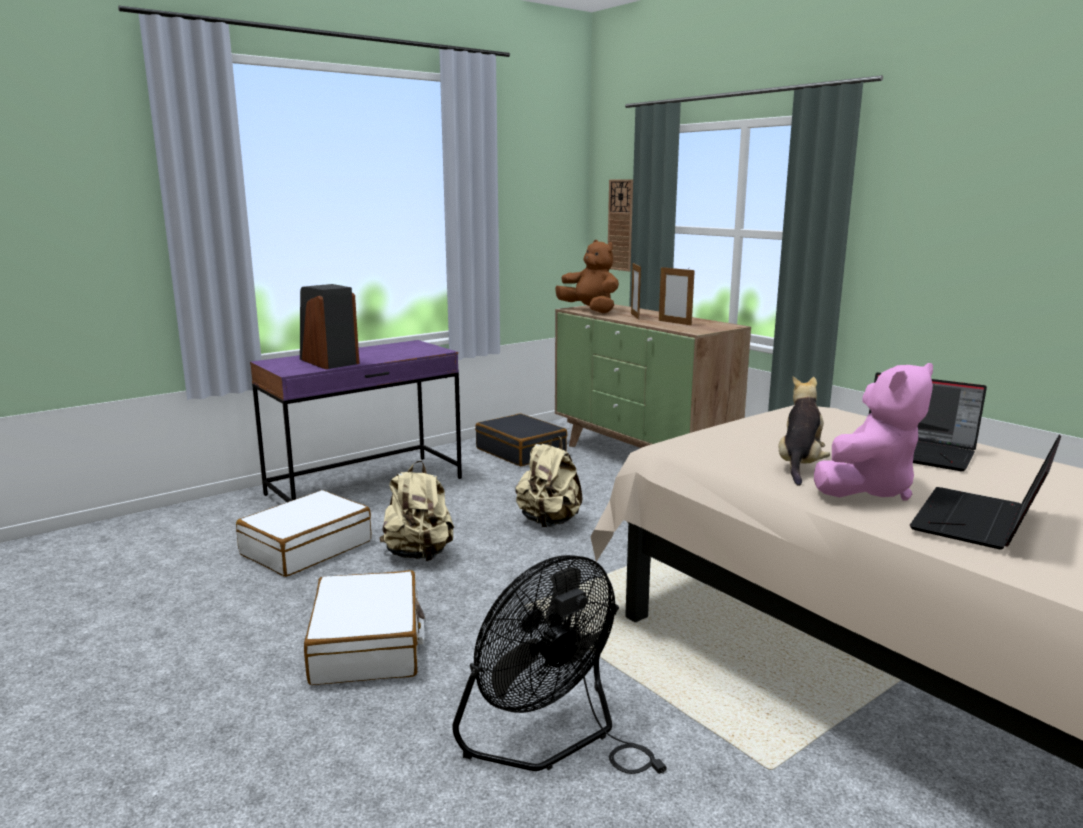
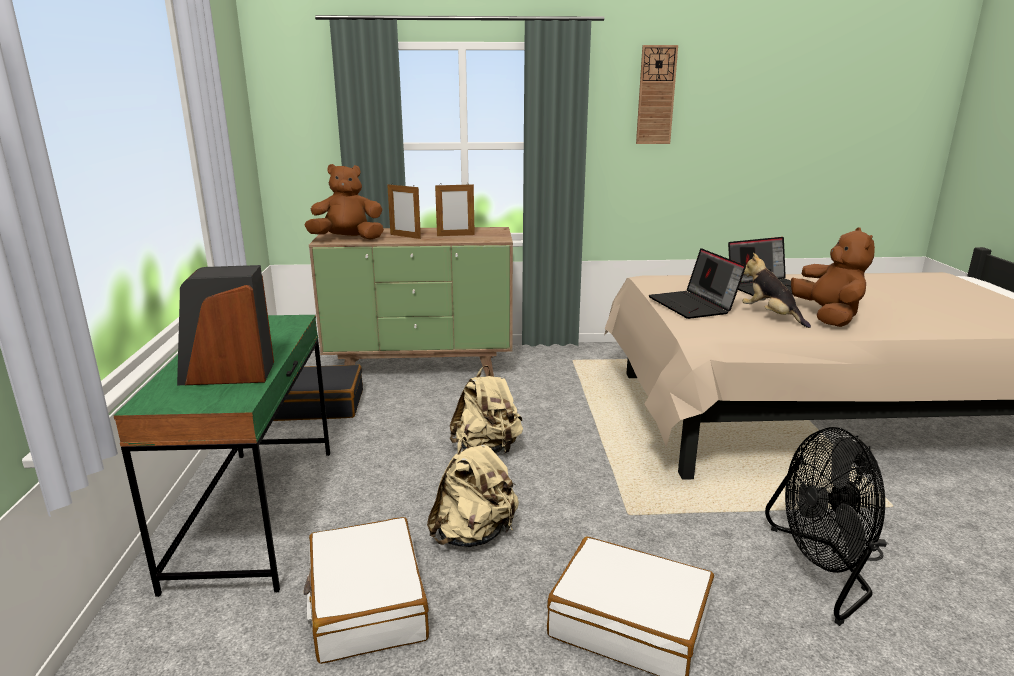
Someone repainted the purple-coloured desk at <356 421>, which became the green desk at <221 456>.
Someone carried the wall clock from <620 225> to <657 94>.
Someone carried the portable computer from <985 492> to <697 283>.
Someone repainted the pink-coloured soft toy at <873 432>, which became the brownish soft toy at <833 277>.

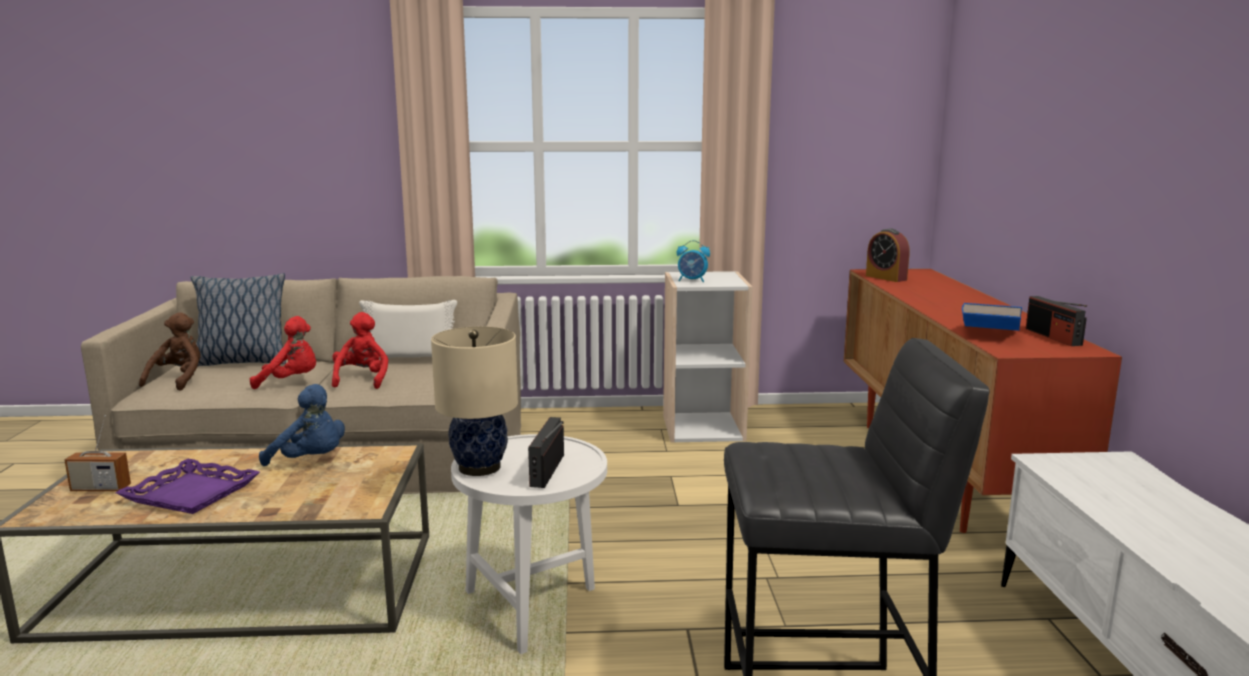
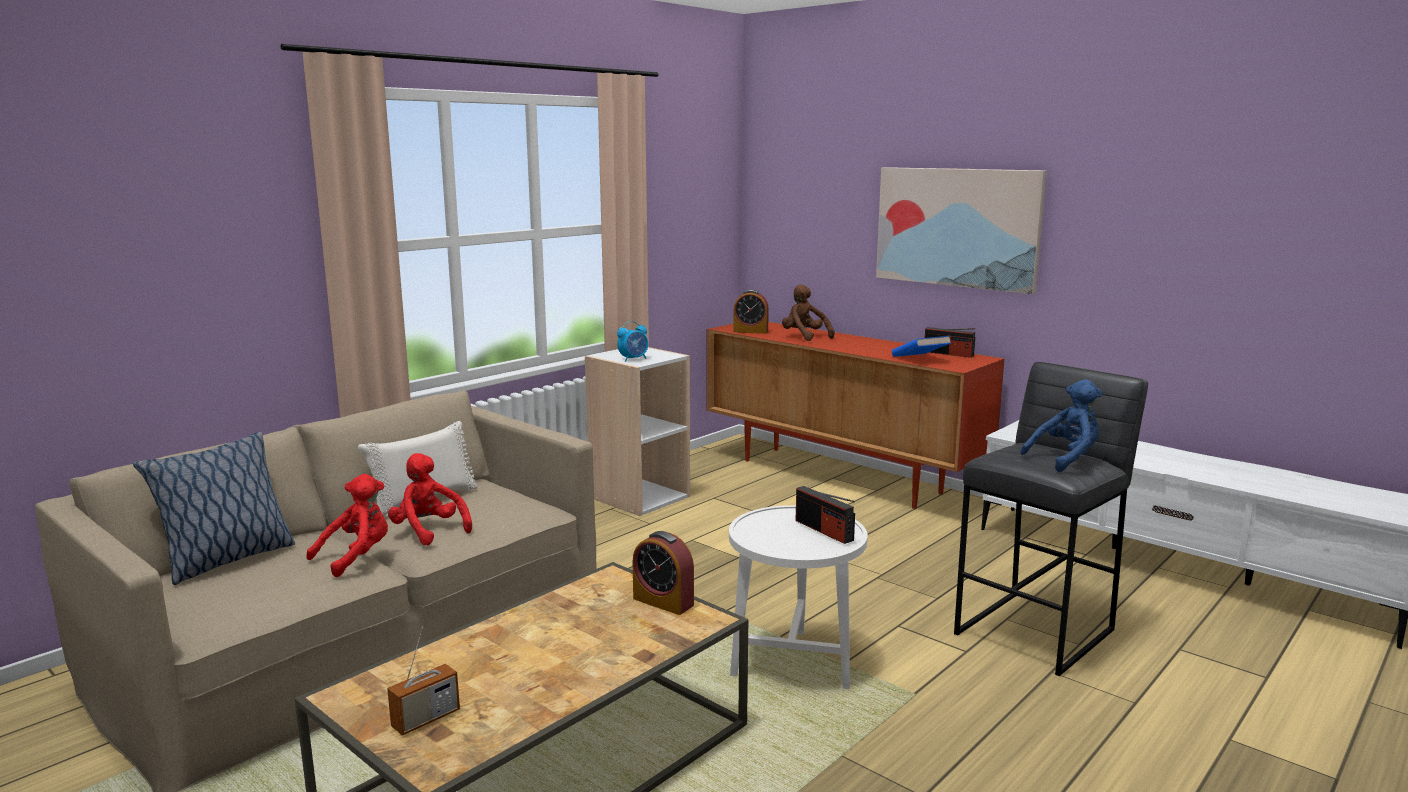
Someone put down the alarm clock at <663 573>.
Someone carried the brownish soft toy from <170 351> to <808 312>.
Someone put up the wall art at <961 230>.
Someone carried the blue soft toy from <302 425> to <1061 425>.
Someone took away the purple-coloured serving tray at <187 486>.
Someone took away the beige-coloured tabletop lamp at <474 401>.

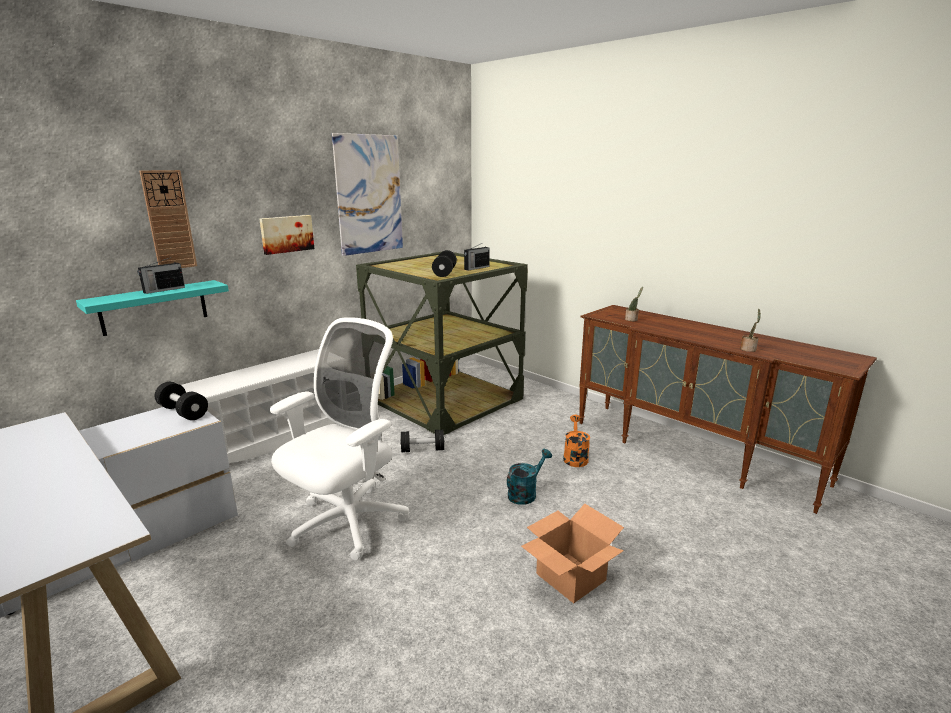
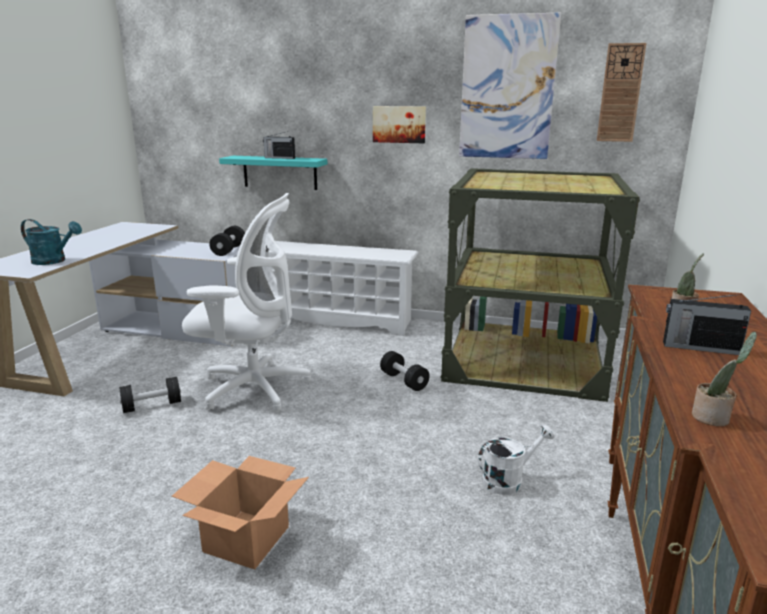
Someone carried the turquoise-coloured watering pot from <529 477> to <51 242>.
Someone carried the blackish dumbbell from <444 263> to <150 395>.
Someone repainted the orange-coloured watering pot at <576 441>, which became the white watering pot at <516 460>.
Someone carried the wall clock from <168 219> to <622 92>.
Someone carried the radio set from <477 257> to <707 324>.

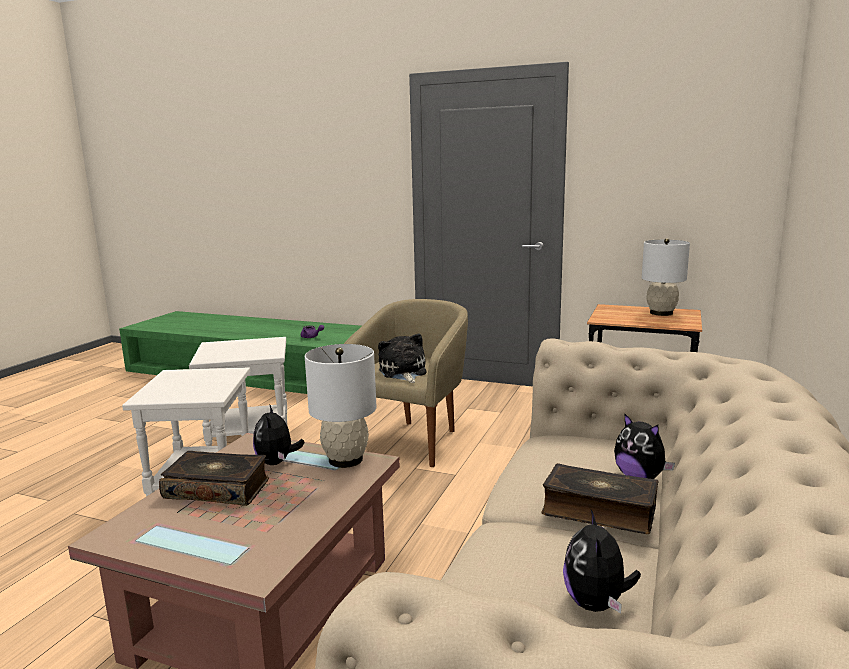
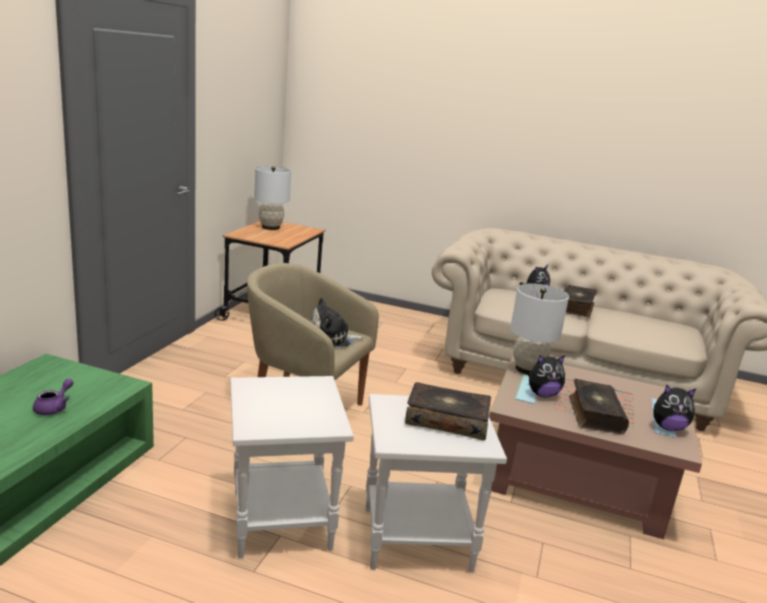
Someone put down the bound book at <448 411>.
Someone carried the soft toy from <602 561> to <674 408>.

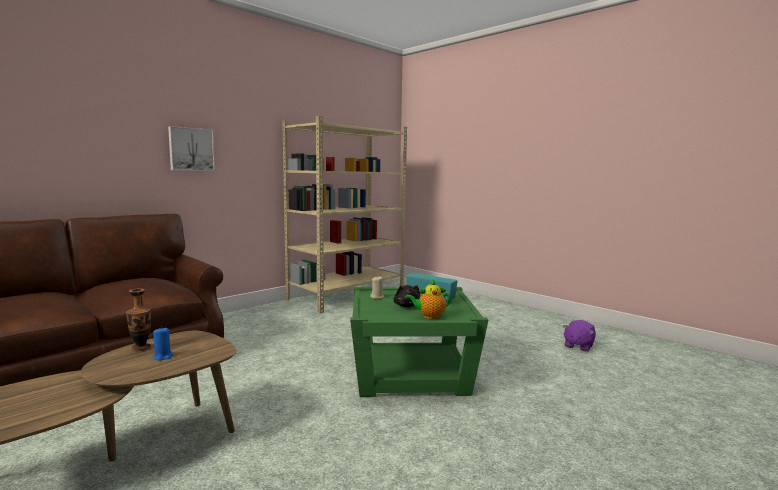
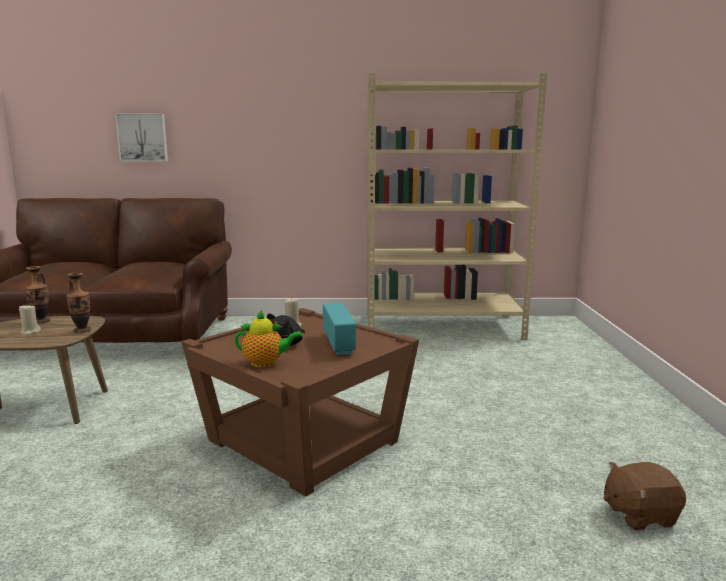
Someone repainted the blue wax light at <163 344>, which became the beige-coloured wax light at <30 319>.
Someone put down the vase at <78 303>.
Someone carried the wall art from <191 148> to <141 137>.
Someone repainted the green accent table at <419 342>, which became the brownish accent table at <300 402>.
Someone rotated the pot for tea at <428 299> by 150 degrees clockwise.
Someone repainted the purple-coloured soft toy at <579 336>, which became the brownish soft toy at <645 496>.

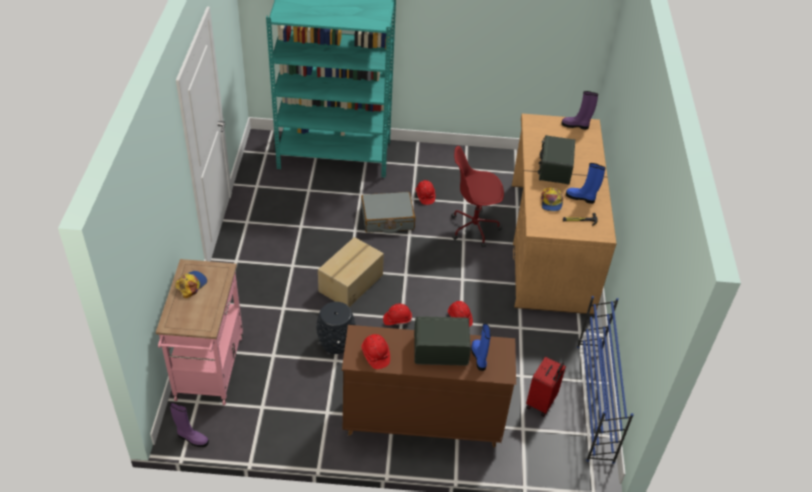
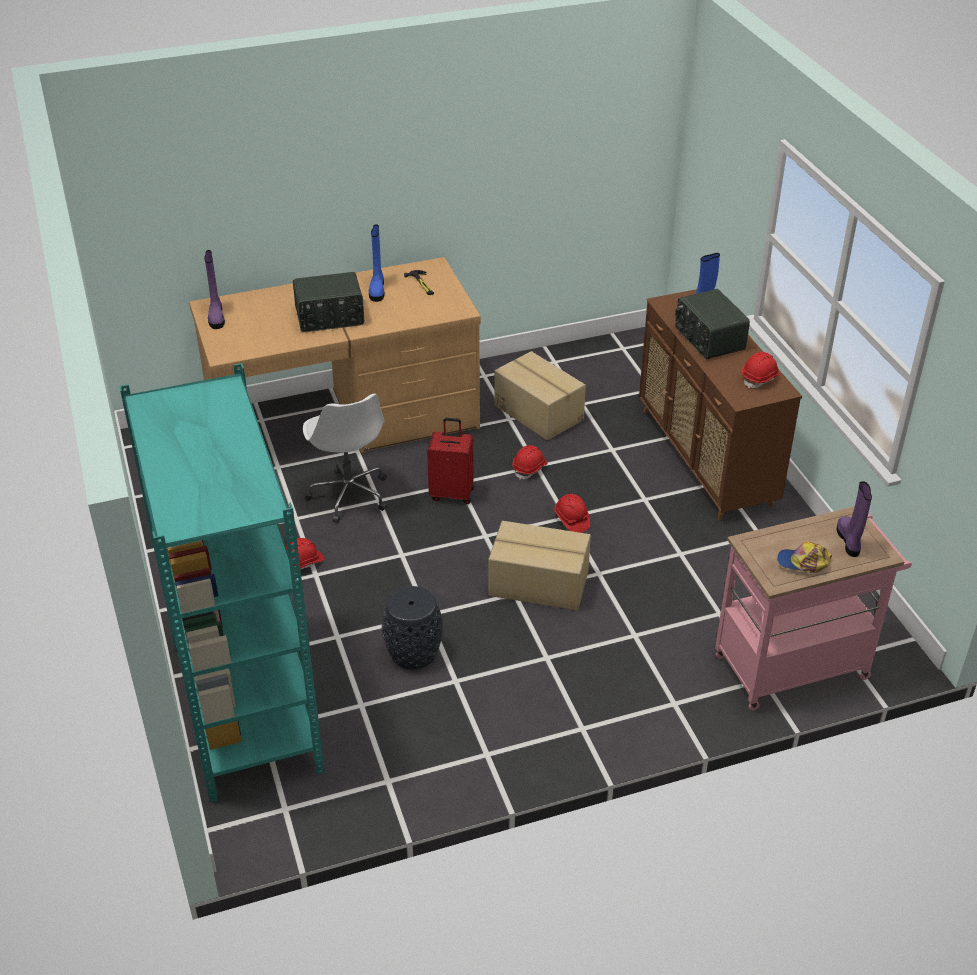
Someone repainted the red computer chair at <477 197>, which became the white computer chair at <345 458>.
Someone carried the blackish stool seat from <336 328> to <412 628>.
Someone carried the red travel case from <546 387> to <450 461>.
Someone put down the cardboard box at <540 396>.
Someone carried the purple-coloured boot from <189 424> to <854 519>.
Someone took away the grey travel case at <388 212>.
Someone took away the peaked cap at <552 199>.
Someone took away the blue shoe stand at <605 380>.

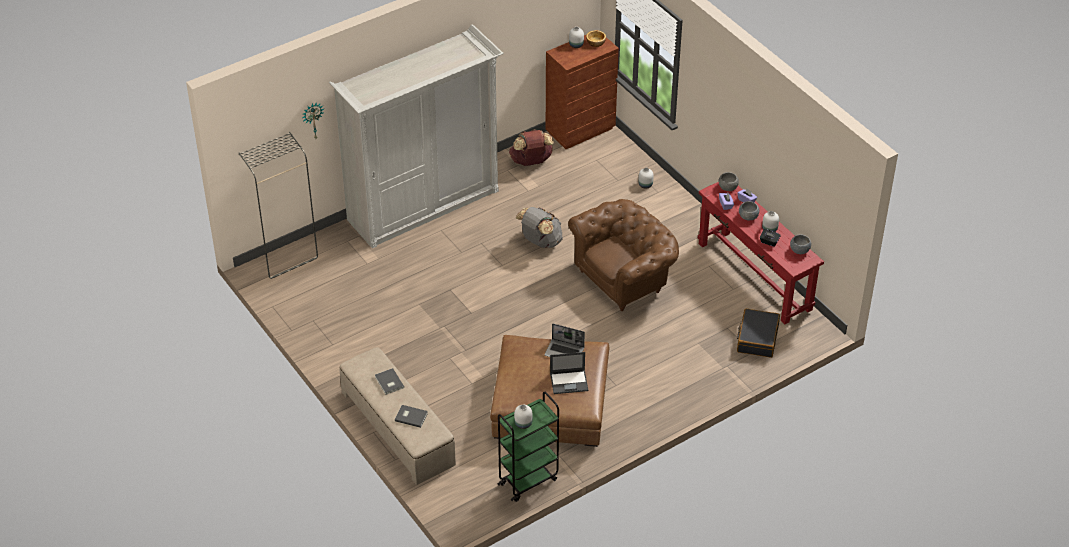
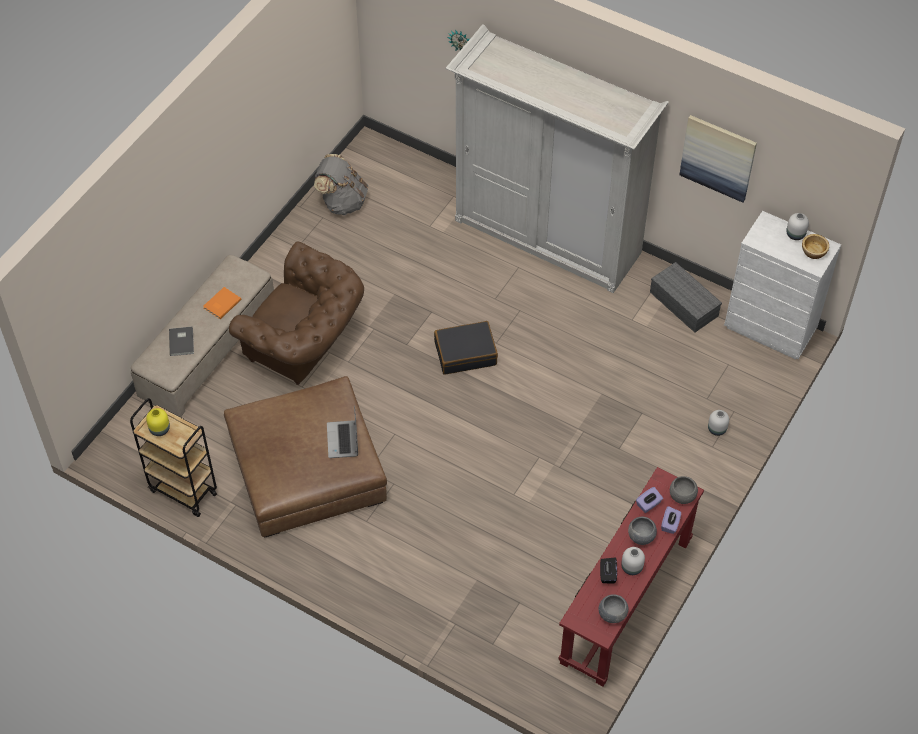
Someone repainted the green trolley at <528 446>, which became the brownish trolley at <173 457>.
Someone repainted the white vase at <523 417>, which became the yellowish vase at <158 422>.
Someone repainted the grey bound book at <389 381>, which became the orange-coloured bound book at <222 303>.
Someone carried the brownish lounge chair from <623 255> to <296 313>.
Someone carried the grey backpack from <539 227> to <341 184>.
Someone carried the blackish travel case from <758 333> to <466 348>.
Someone swapped the brownish backpack at <531 147> for the grey storage box at <686 297>.
Someone put up the wall art at <718 159>.
Someone repainted the brownish drawer chest at <582 89>, which became the white drawer chest at <782 285>.
Someone took away the grey clothes rack at <278 205>.
Someone took away the portable computer at <569 373>.

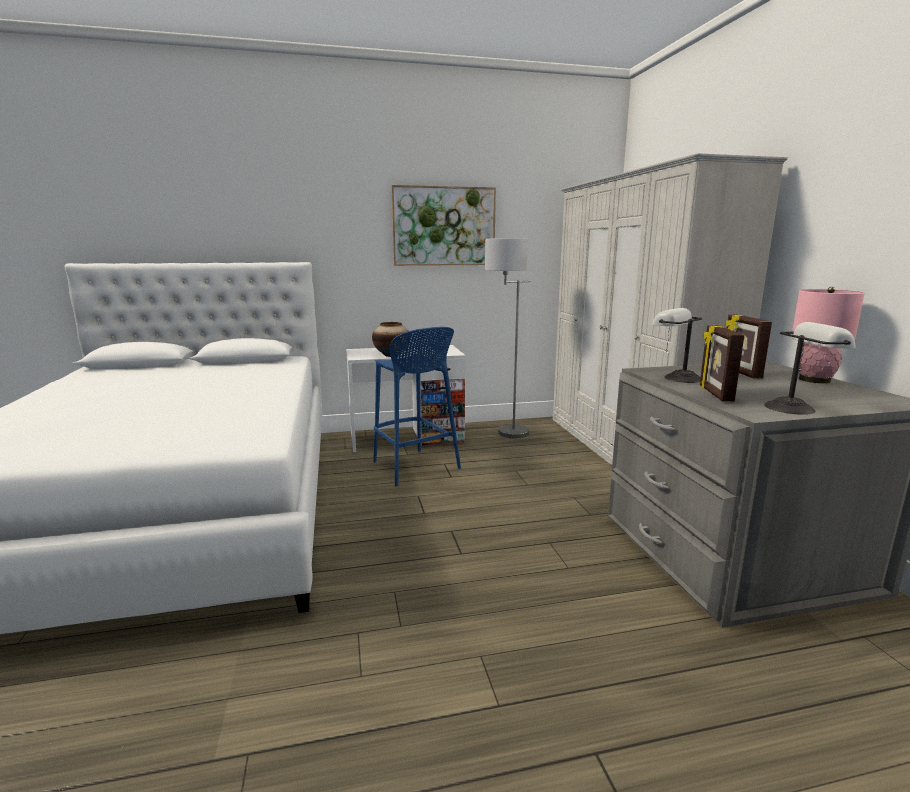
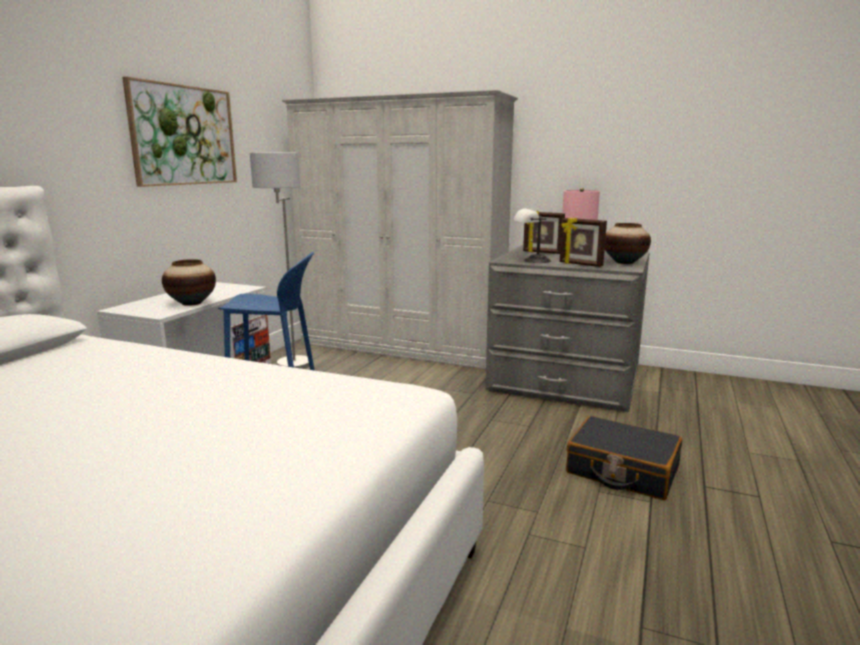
Someone put down the blackish travel case at <624 458>.
Someone swapped the tabletop lamp at <810 368> for the vase at <628 243>.

